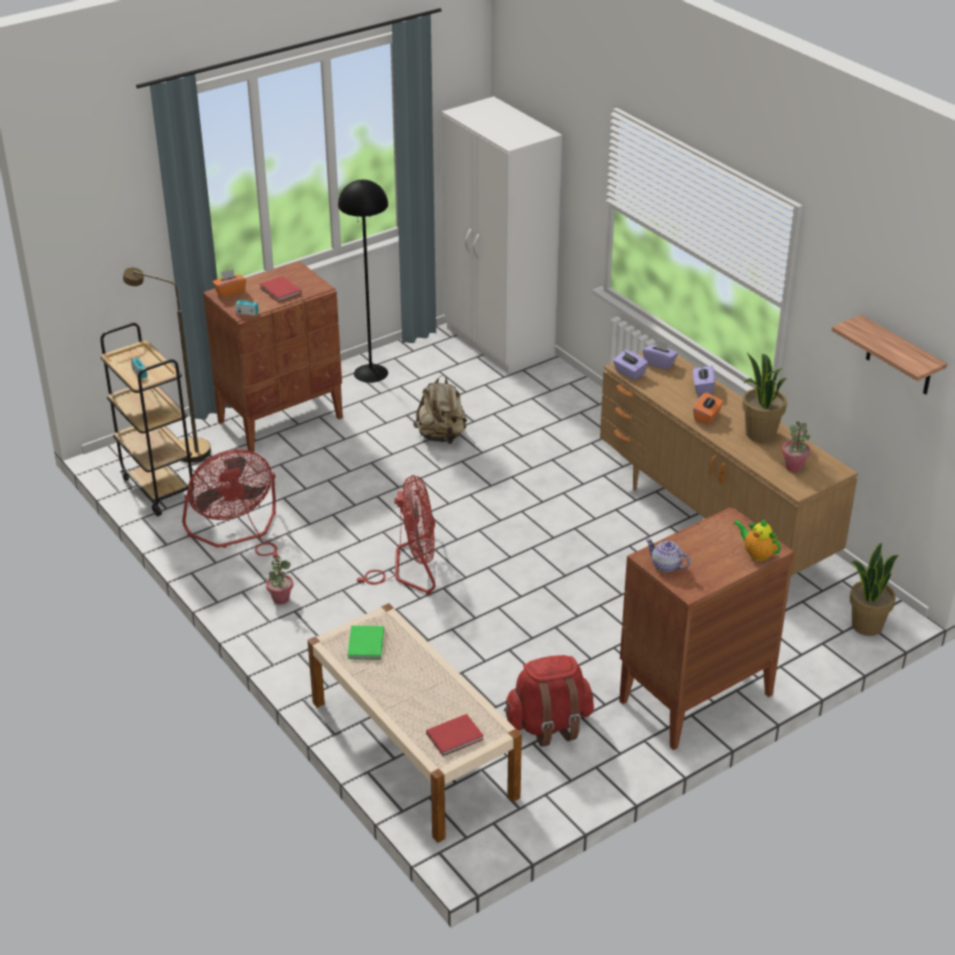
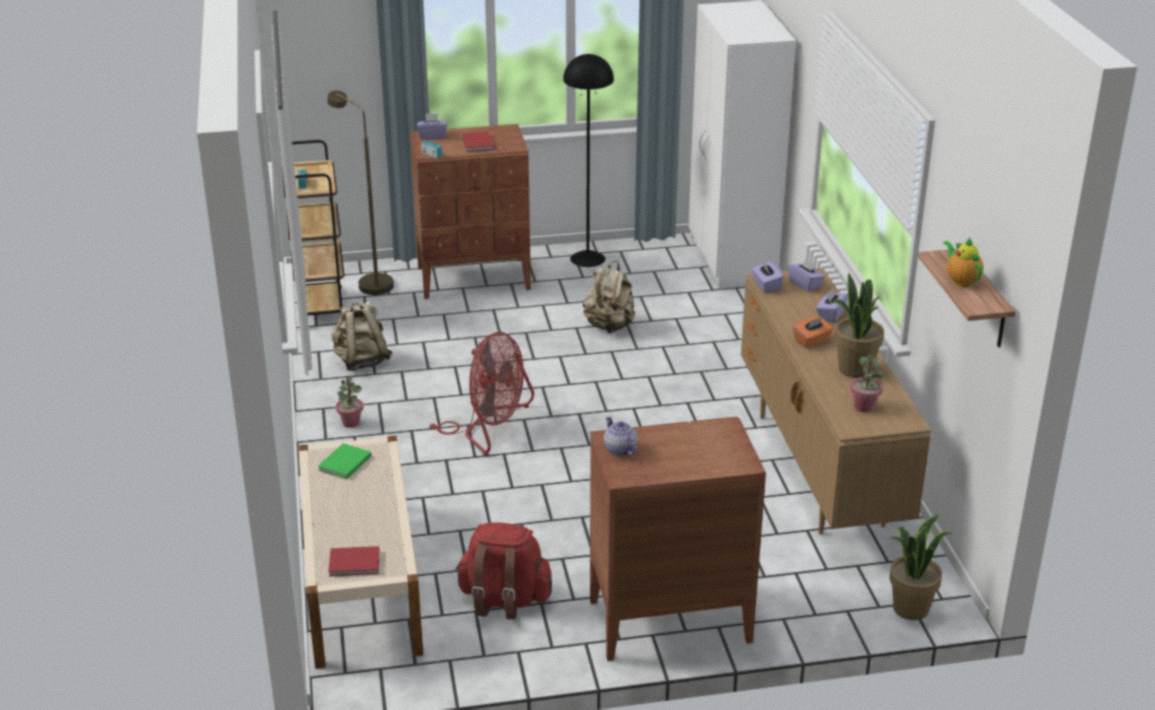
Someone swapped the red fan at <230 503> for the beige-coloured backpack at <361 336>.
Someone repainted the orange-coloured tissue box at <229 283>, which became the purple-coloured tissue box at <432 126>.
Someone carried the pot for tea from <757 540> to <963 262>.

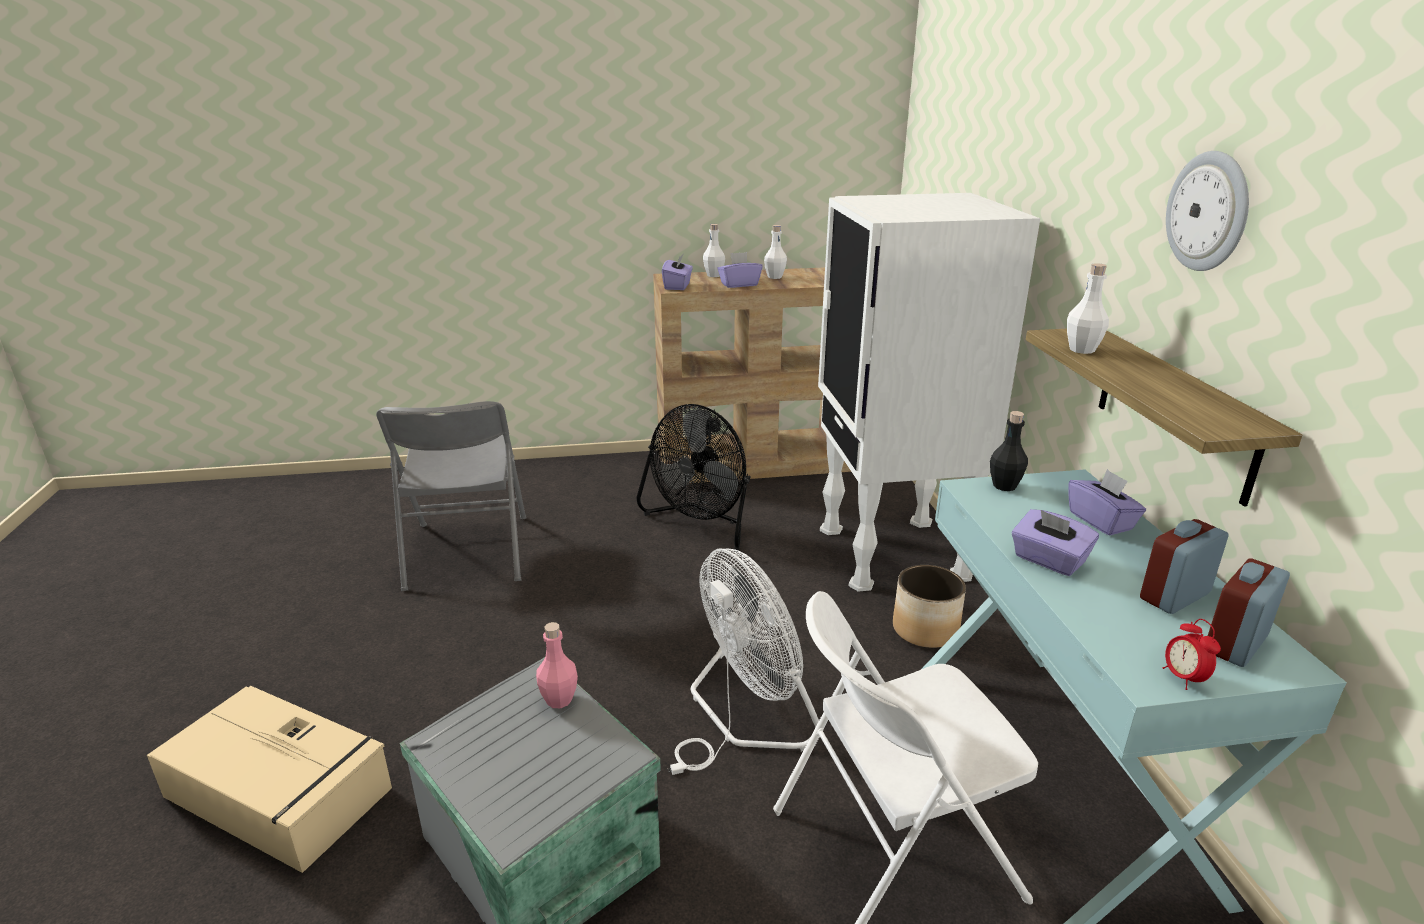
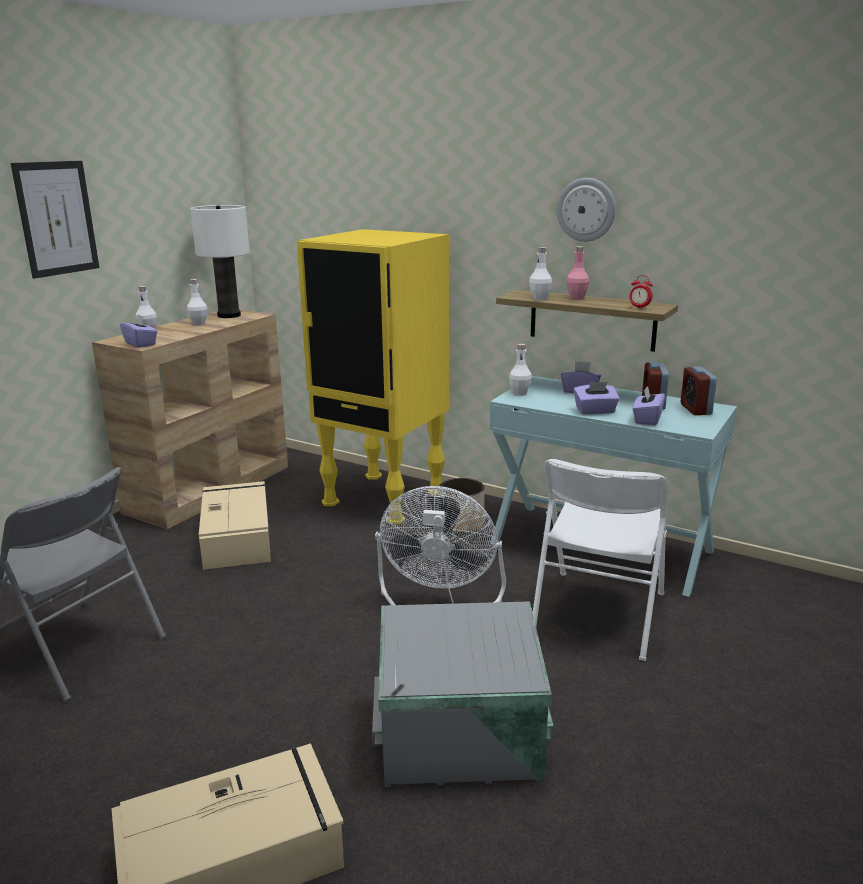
Someone put up the wall art at <55 220>.
Someone put down the white tabletop lamp at <220 261>.
Someone swapped the blackish fan at <694 477> for the beige-coloured storage box at <235 525>.
Someone repainted the white storage cabinet at <929 392>, which became the yellowish storage cabinet at <373 376>.
Someone repainted the blackish beverage bottle at <1009 451>, which became the white beverage bottle at <520 369>.
Someone carried the pink-coloured beverage bottle from <557 665> to <578 272>.
Someone carried the alarm clock from <1192 654> to <641 292>.
Someone carried the purple-coloured tissue box from <740 270> to <649 405>.

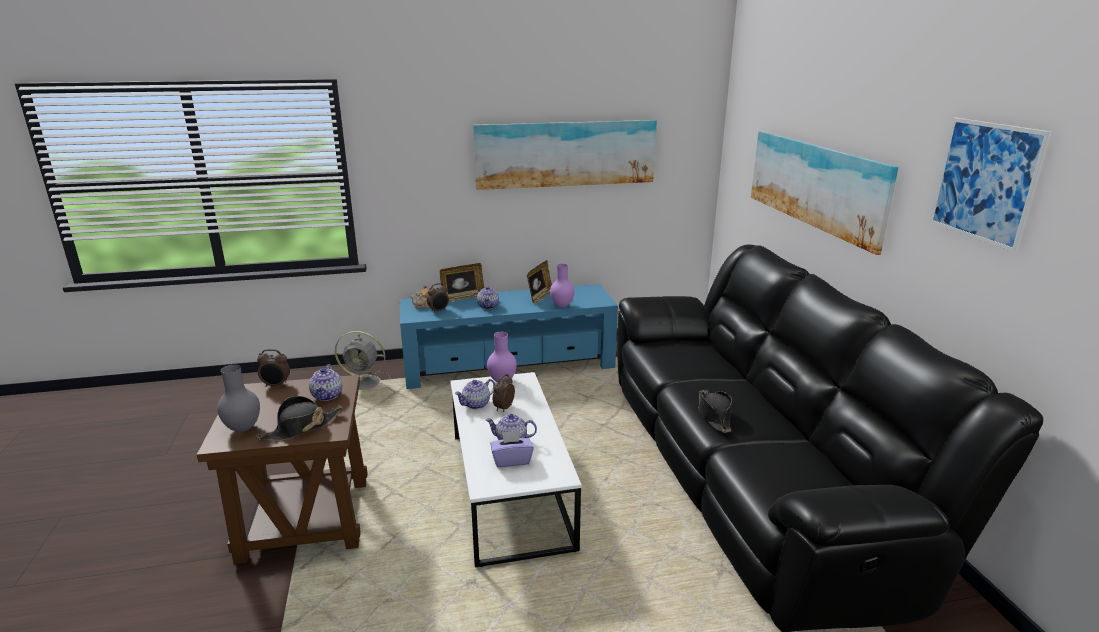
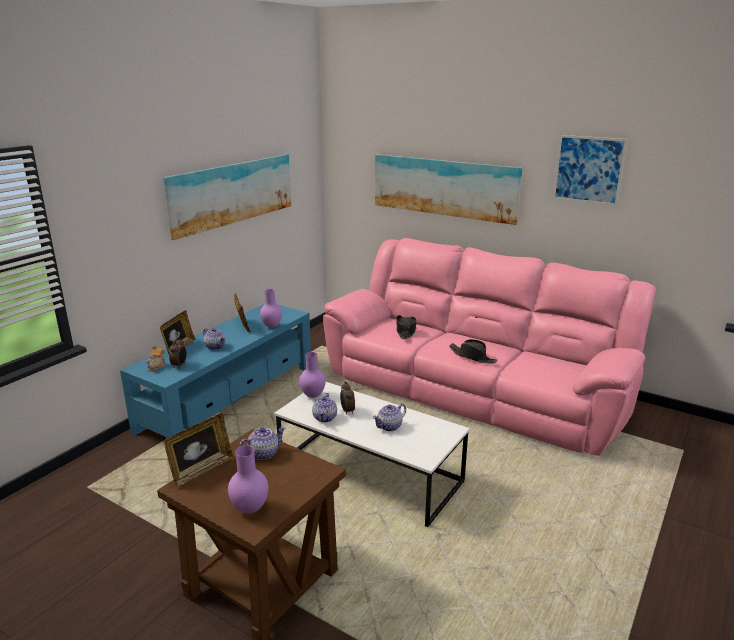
Someone swapped the alarm clock at <273 368> for the standing frame at <199 450>.
Someone repainted the grey vase at <238 398>, which became the purple-coloured vase at <248 480>.
Someone rotated the pot for tea at <325 382> by 75 degrees counterclockwise.
Someone repainted the blackish settee at <830 438>, which became the pink-coloured settee at <489 347>.
Someone carried the blackish clothing hat from <299 418> to <406 327>.
Someone took away the grey fan at <362 360>.
Someone took away the purple-coloured tissue box at <512 449>.

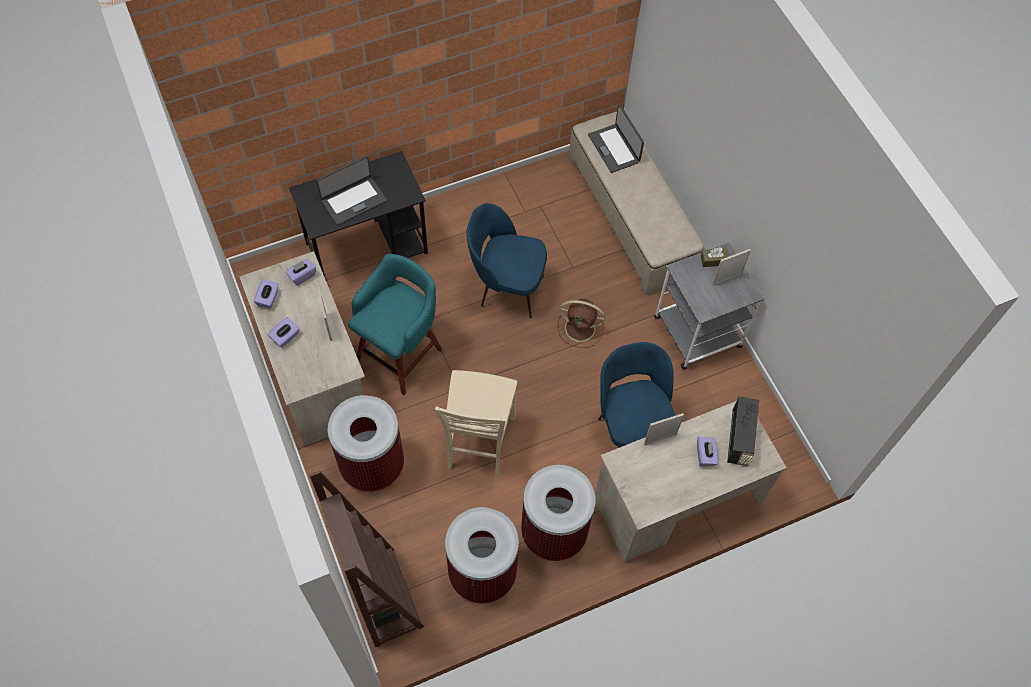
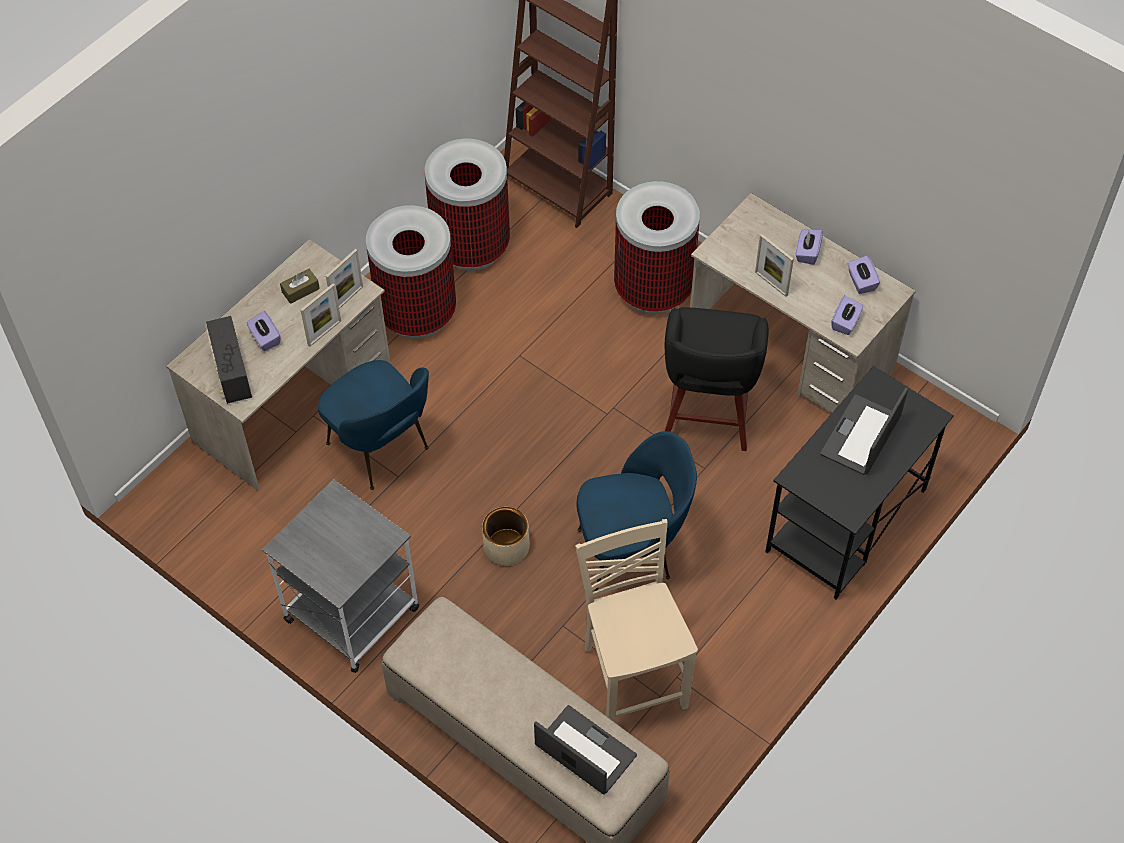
Someone carried the brownish tissue box from <714 257> to <300 286>.
Someone carried the standing frame from <732 267> to <344 279>.
Someone swapped the brownish fan at <581 323> for the beige-coloured planter at <506 536>.
Someone carried the beige-coloured chair from <476 423> to <636 620>.
Someone repainted the turquoise-coloured stool seat at <395 324>, which became the blackish stool seat at <716 379>.

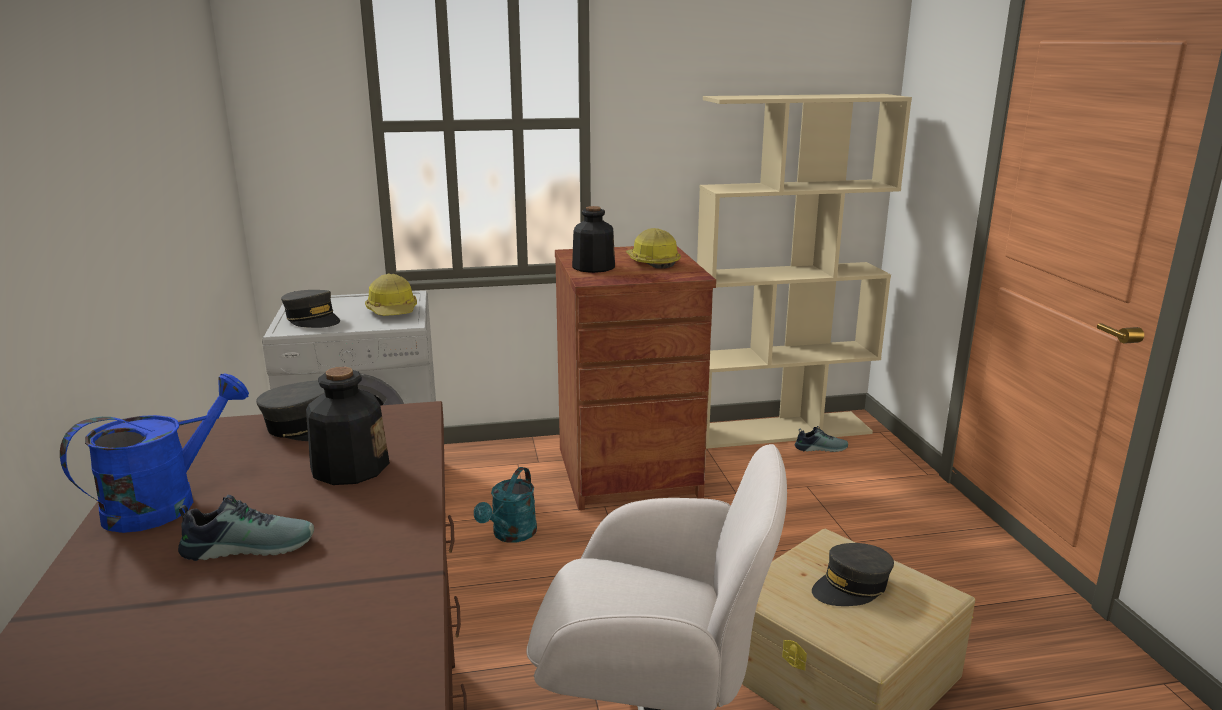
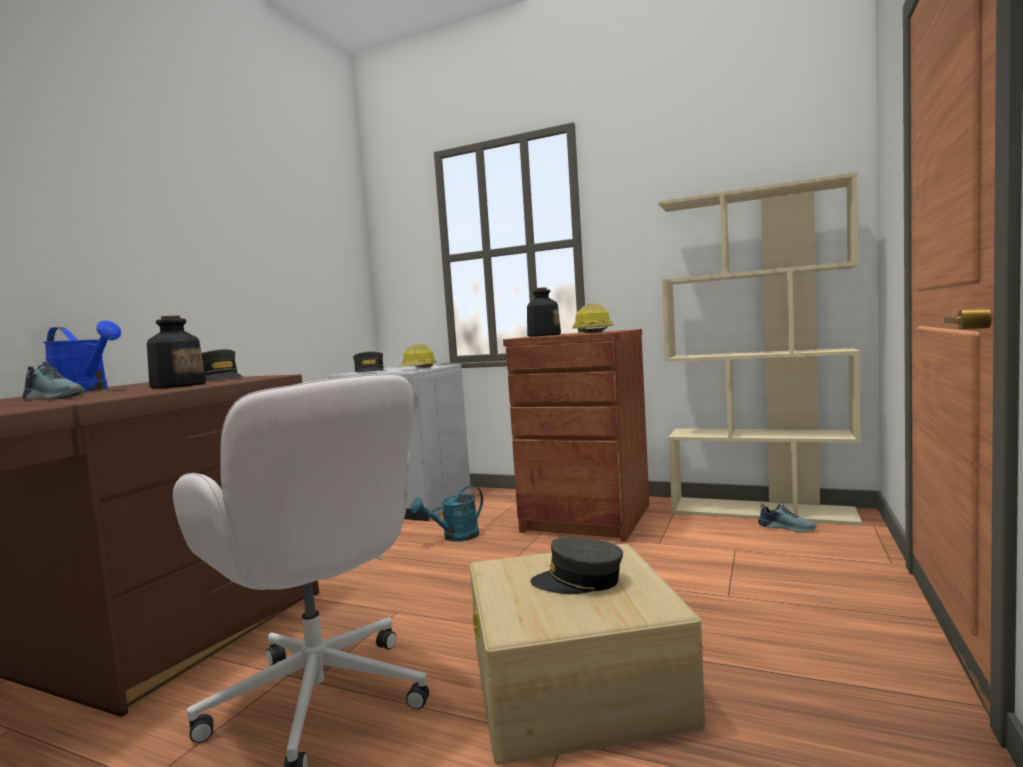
Someone rotated the blue watering pot at <154 453> by 45 degrees clockwise.

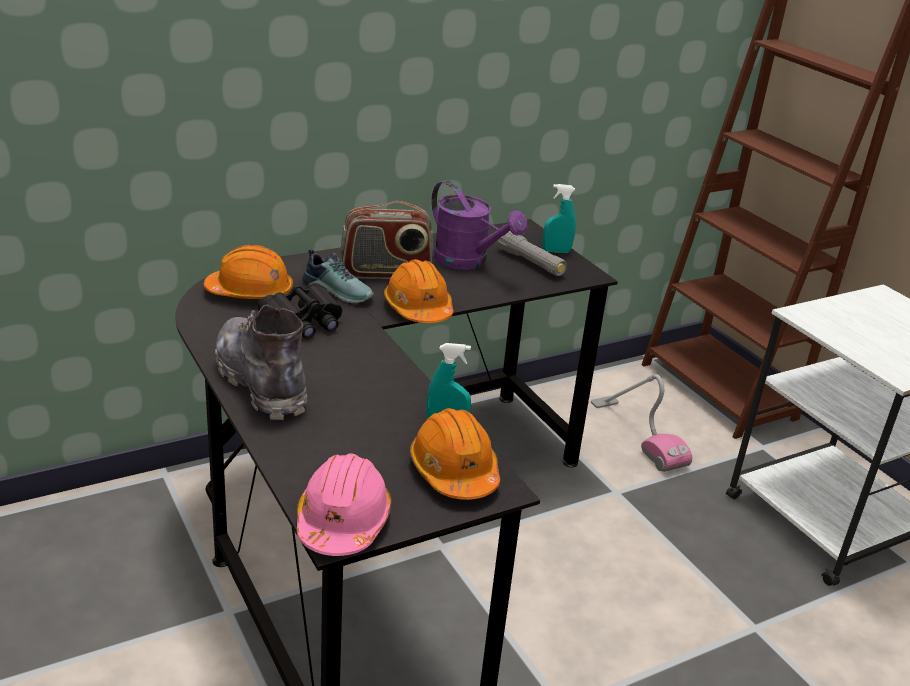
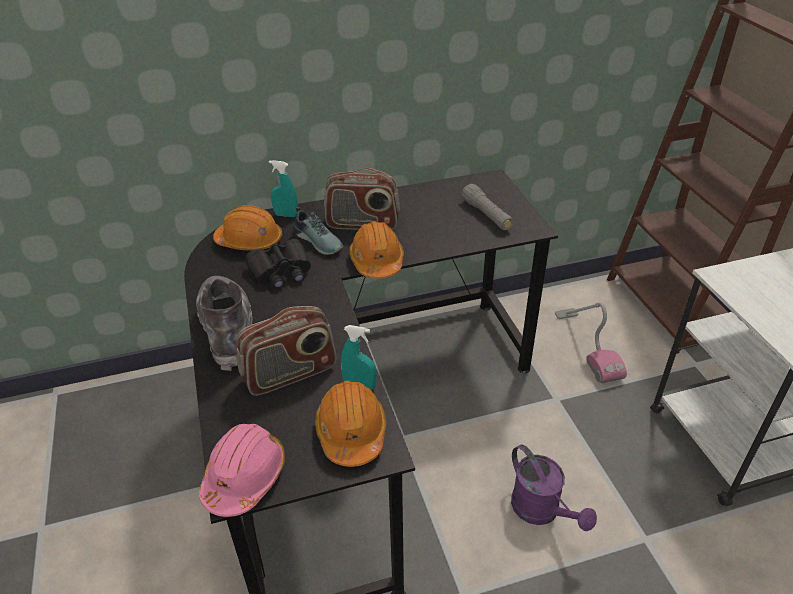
Someone put down the radio set at <286 351>.
Someone carried the turquoise-coloured hand sprayer from <559 218> to <283 188>.
Someone carried the purple-coloured watering pot from <479 225> to <554 487>.

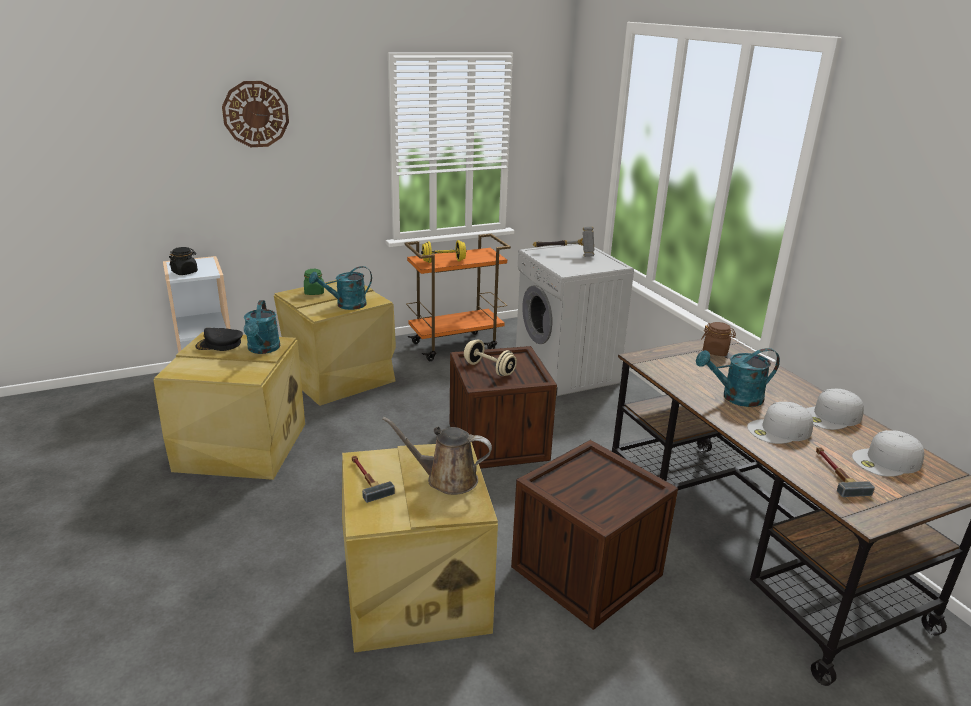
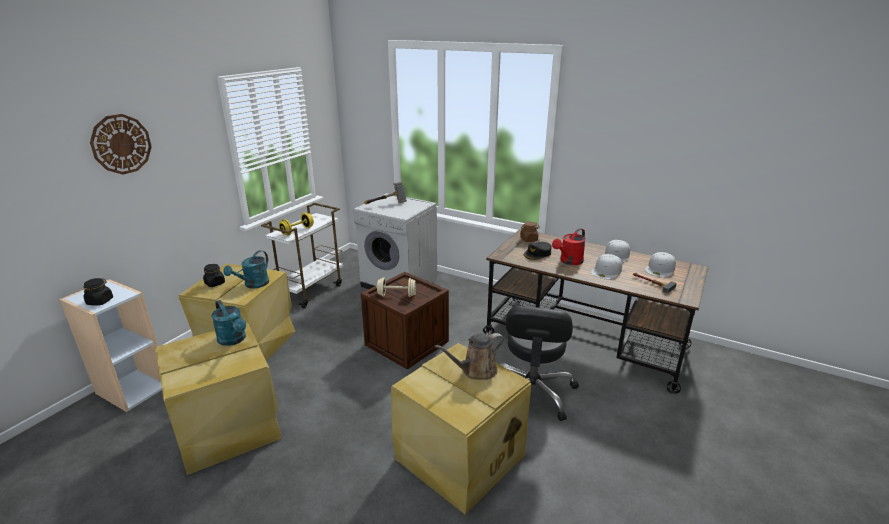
Someone repainted the green preserve jar at <314 282>, which became the blackish preserve jar at <214 275>.
Someone repainted the orange-coloured trolley at <458 297>, which became the white trolley at <302 255>.
Someone swapped the crate at <594 535> for the blackish computer chair at <539 363>.
Someone carried the blackish peaked cap from <219 339> to <538 251>.
Someone repainted the turquoise-coloured watering pot at <738 377>, which became the red watering pot at <569 246>.
Someone took away the tool hammer at <373 479>.

